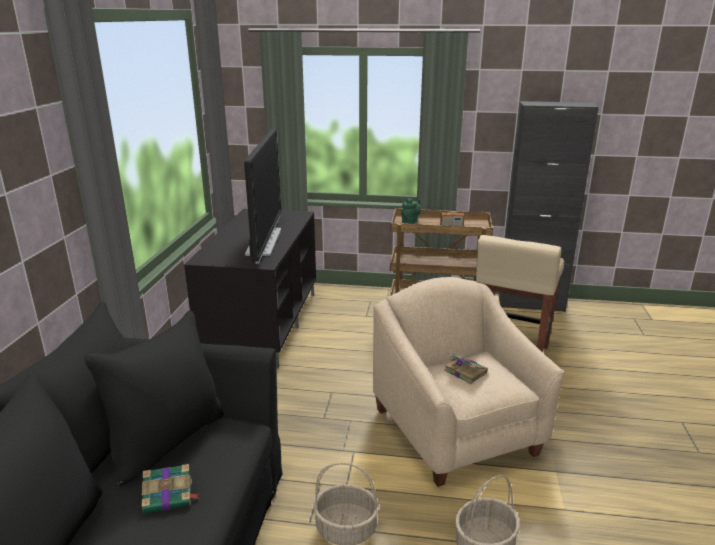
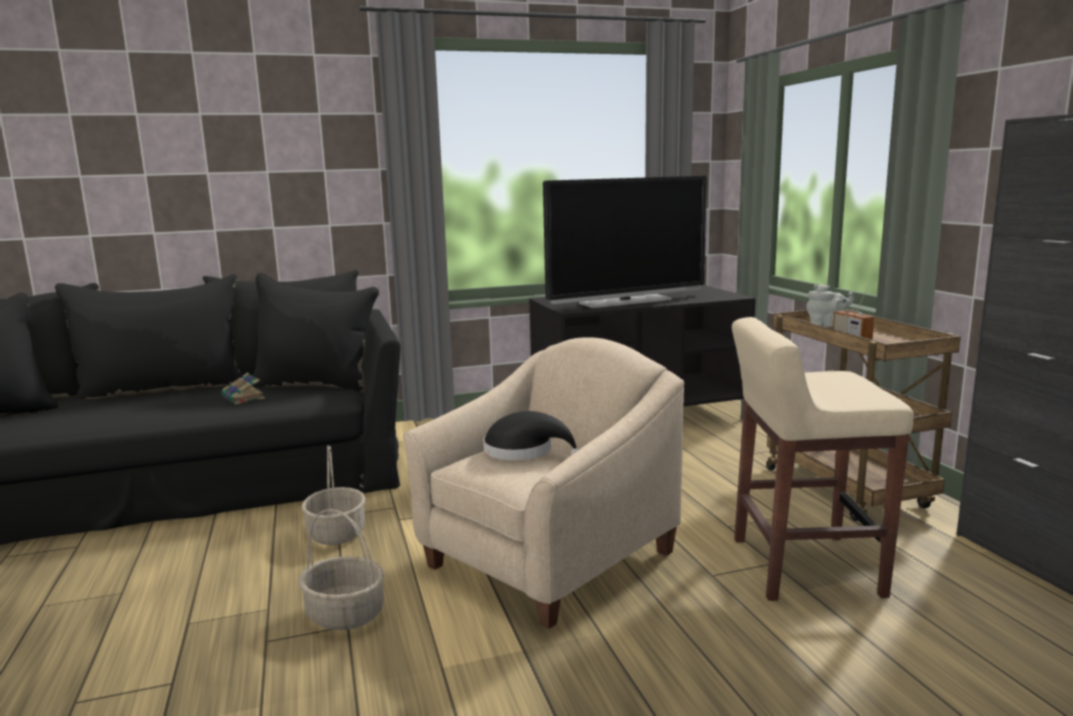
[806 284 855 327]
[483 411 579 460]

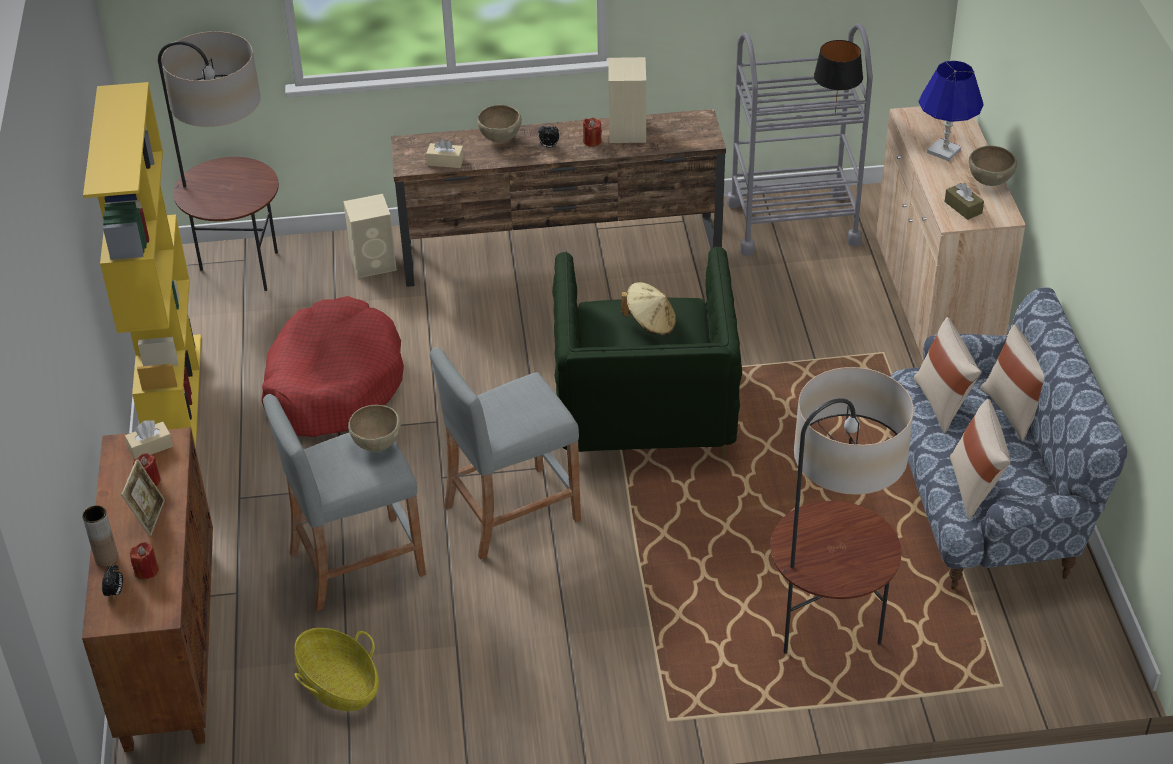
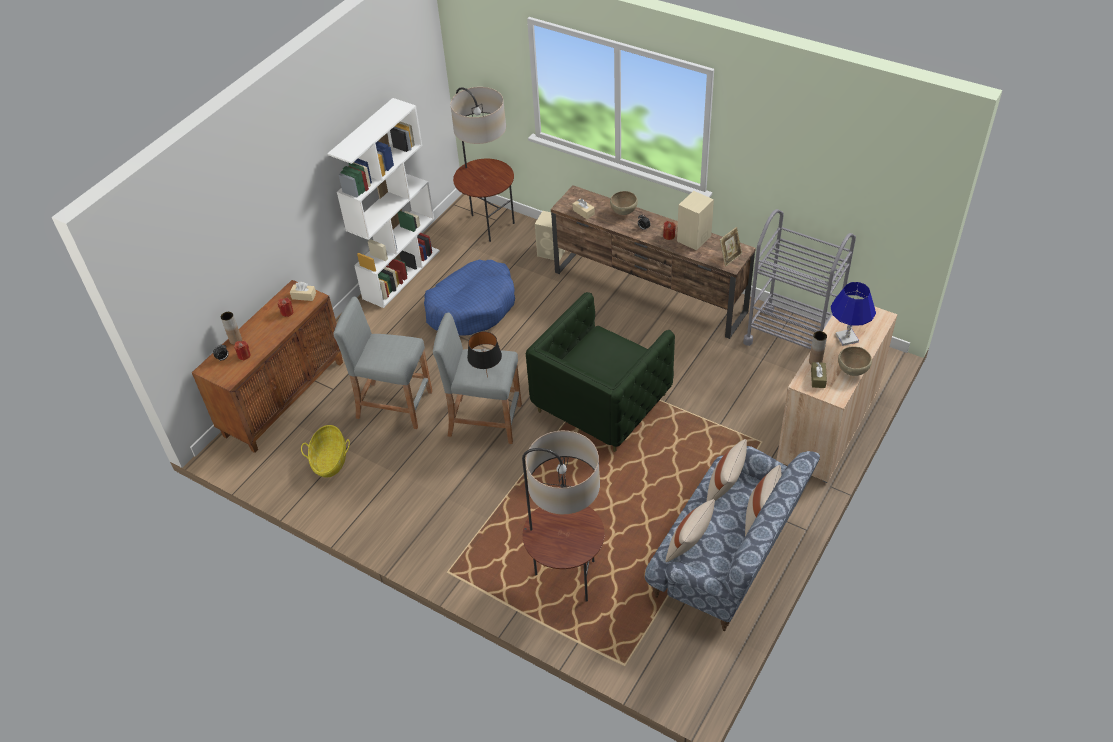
[327 98 440 308]
[720 227 742 267]
[424 260 515 335]
[348 405 401 452] (first image)
[621 282 676 336] (first image)
[467 332 502 378]
[809 331 827 365]

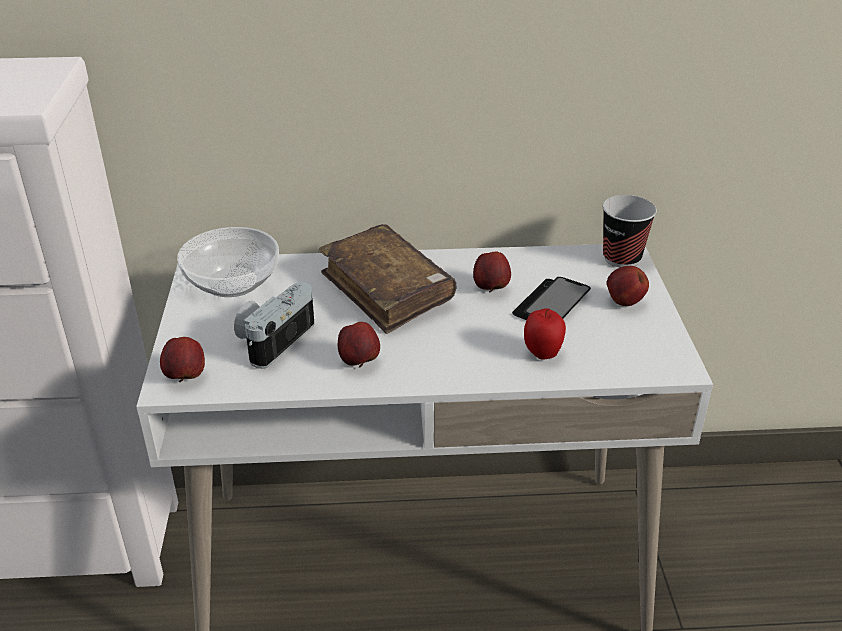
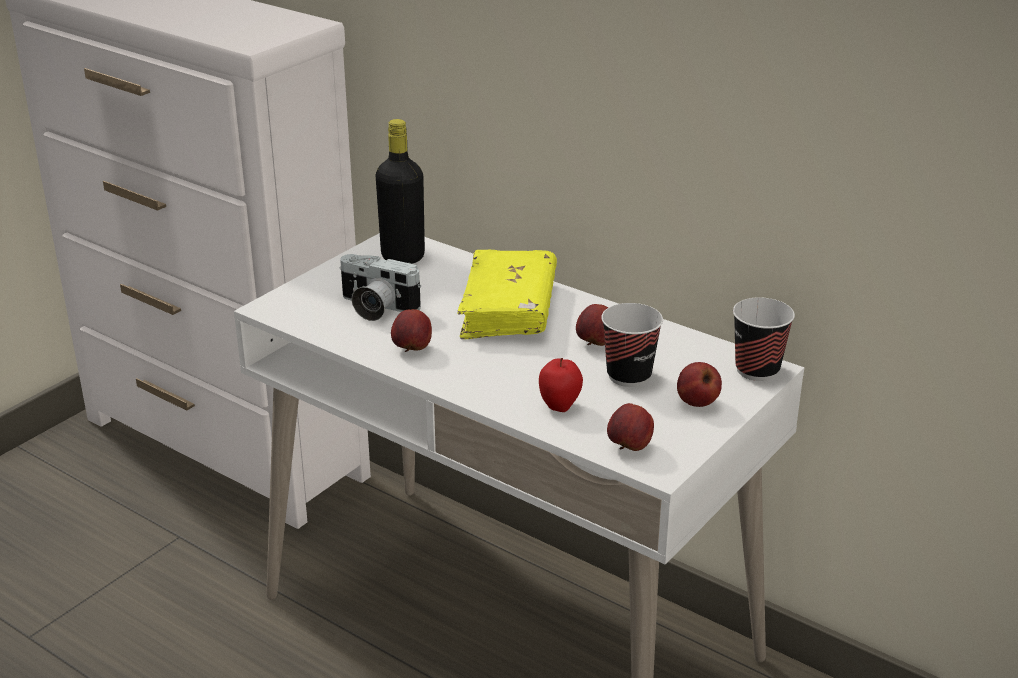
[607 403 654 451]
[376 119 425 264]
[340 254 421 321]
[458 250 557 339]
[601 303 663 387]

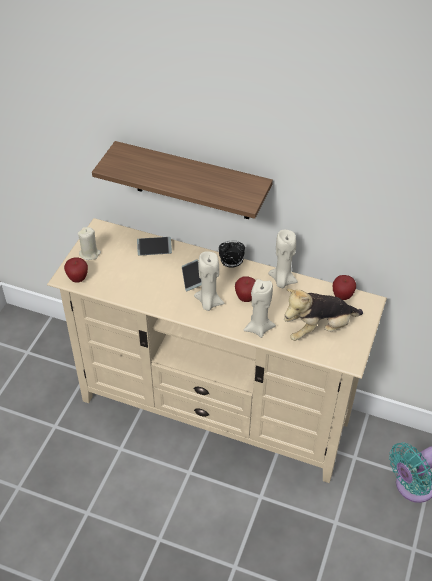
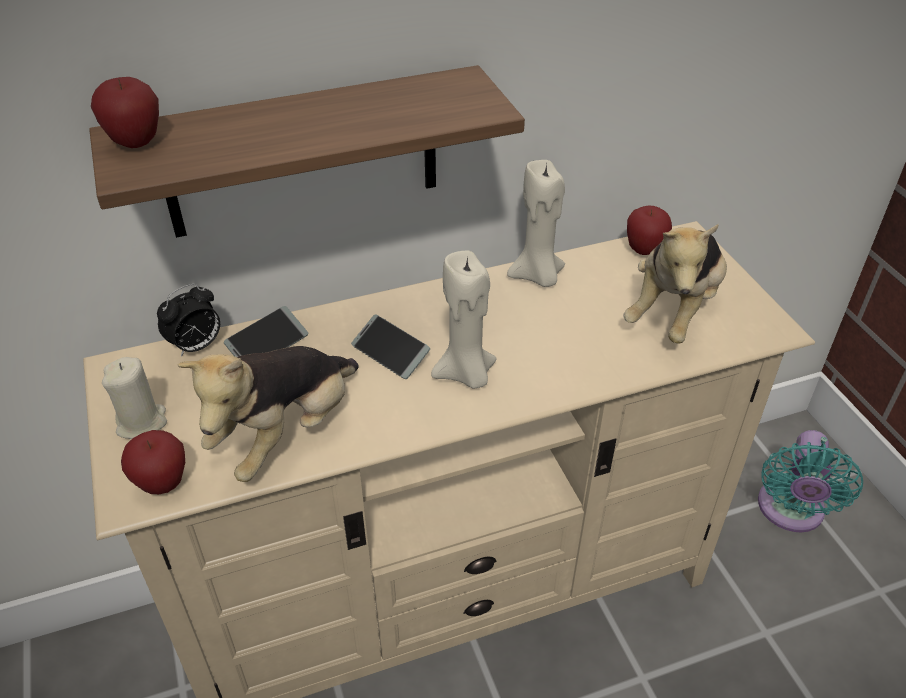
[157 283 220 357]
[91 77 159 148]
[244 279 276 338] (first image)
[177 346 359 482]

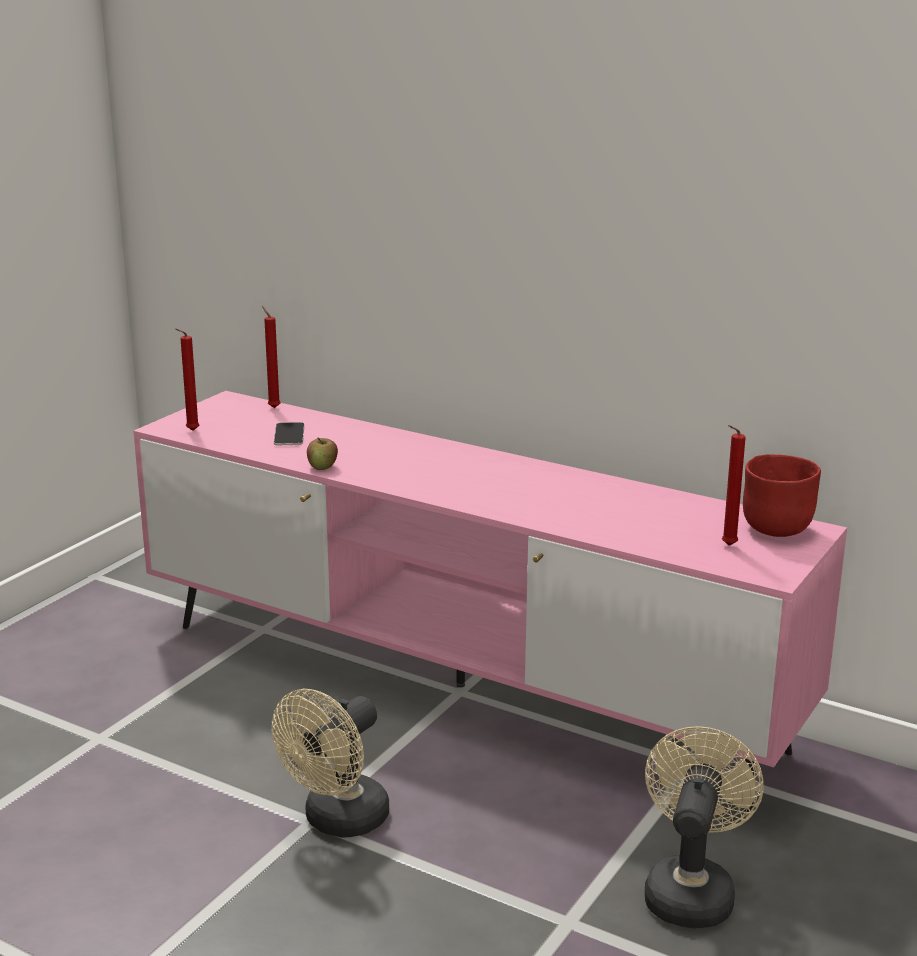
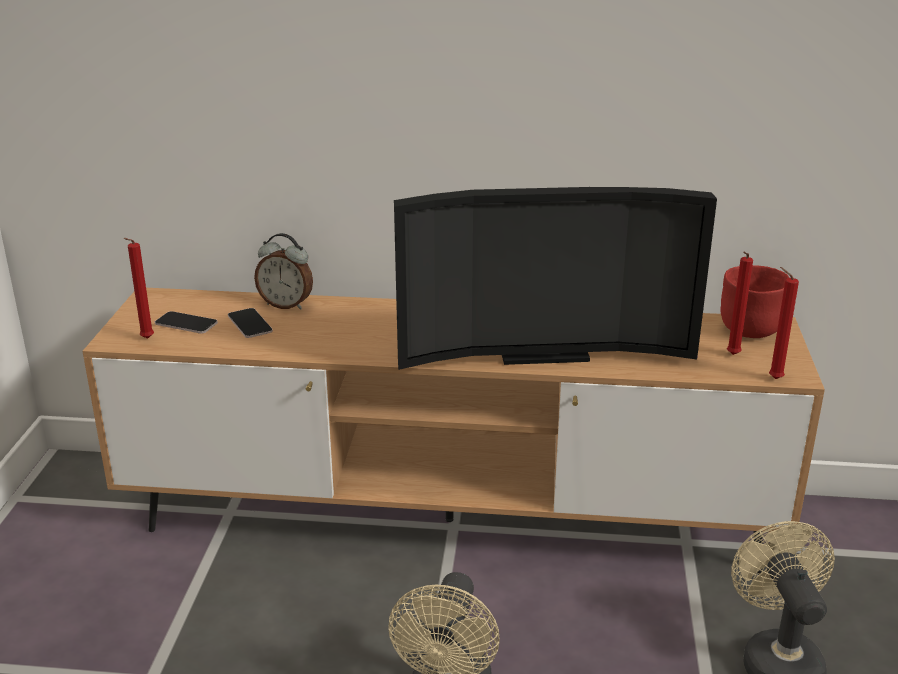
[83 288 825 573]
[769 267 799 379]
[307 438 338 470] (first image)
[155 311 218 334]
[254 233 313 310]
[394 187 717 370]

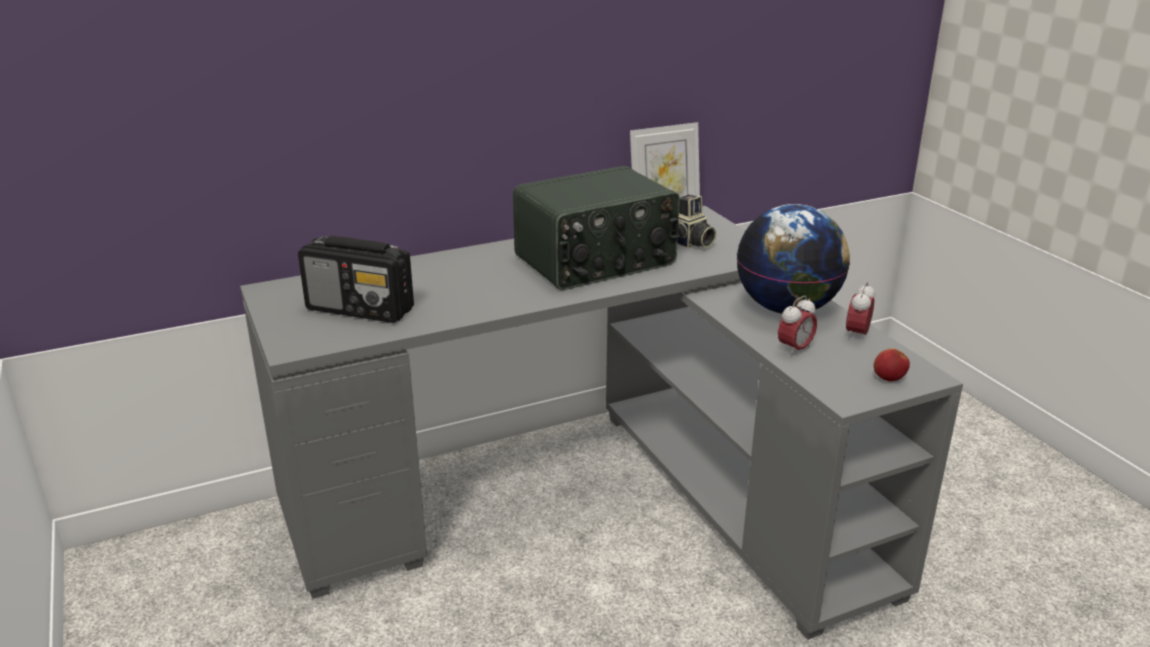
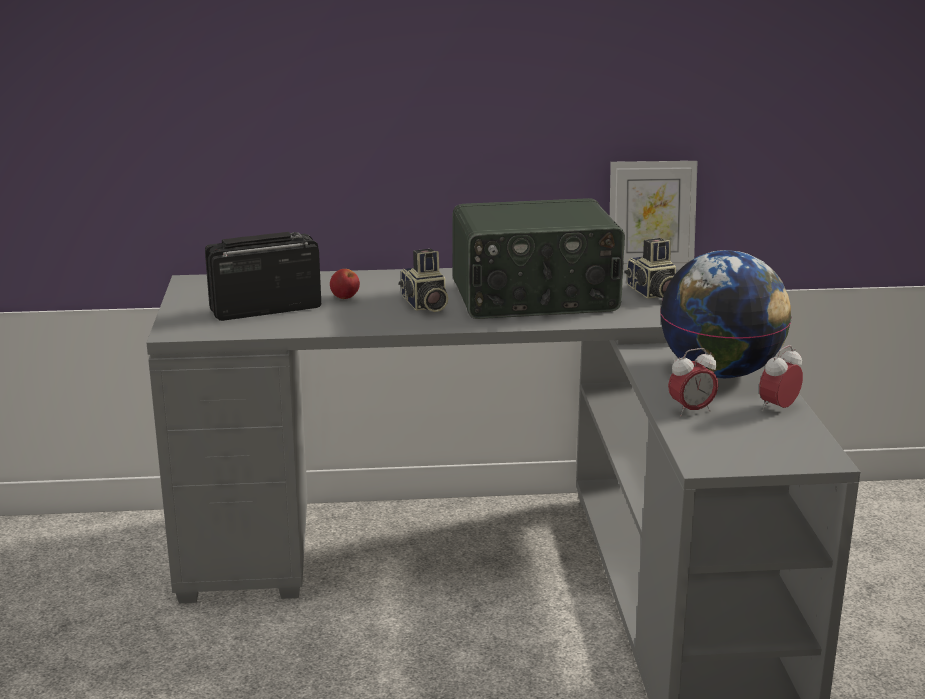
[205 232 321 321]
[330 269 360 299]
[399 249 448 312]

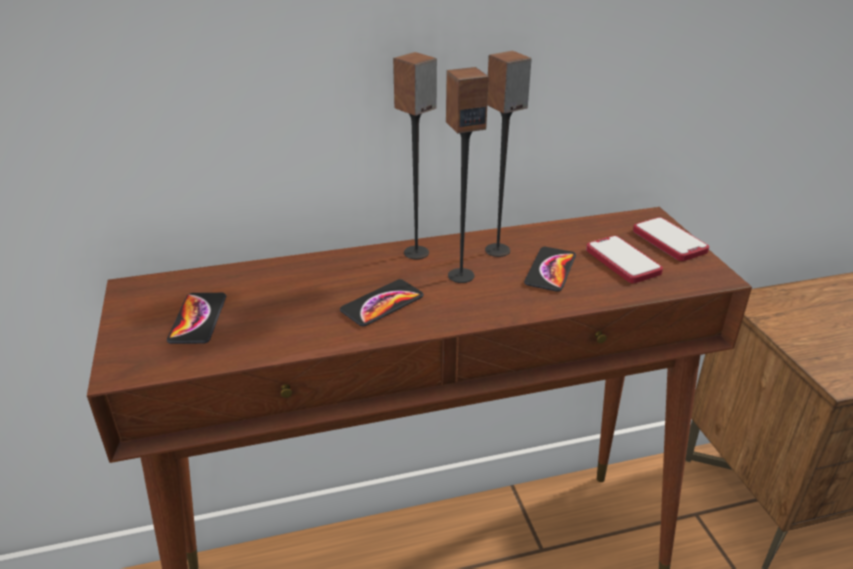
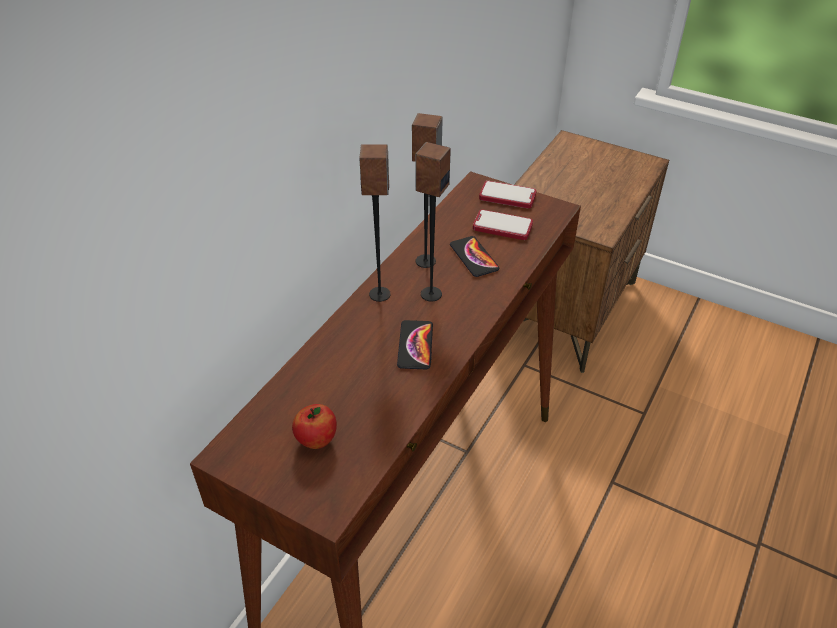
[292 404 337 449]

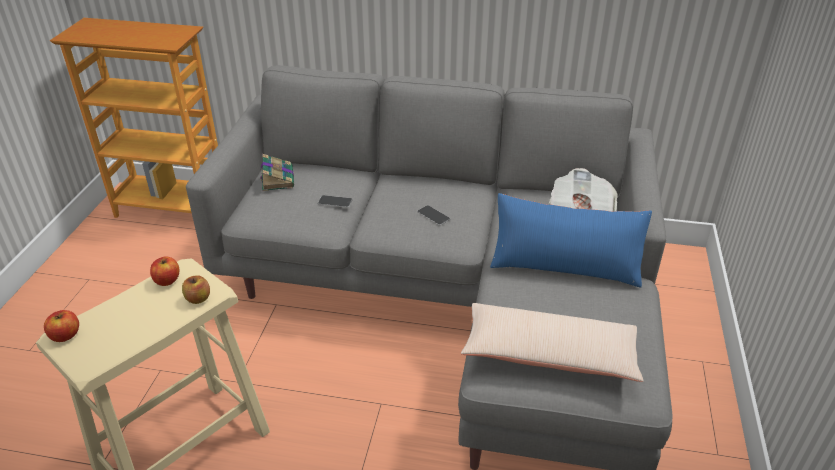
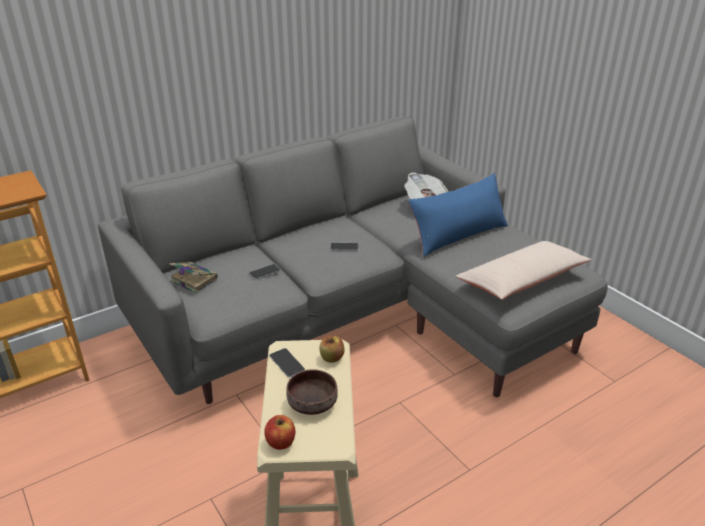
[269 348 305 378]
[286 369 338 415]

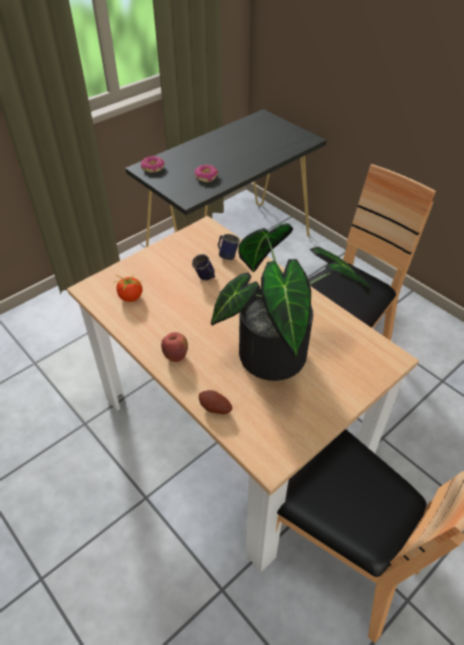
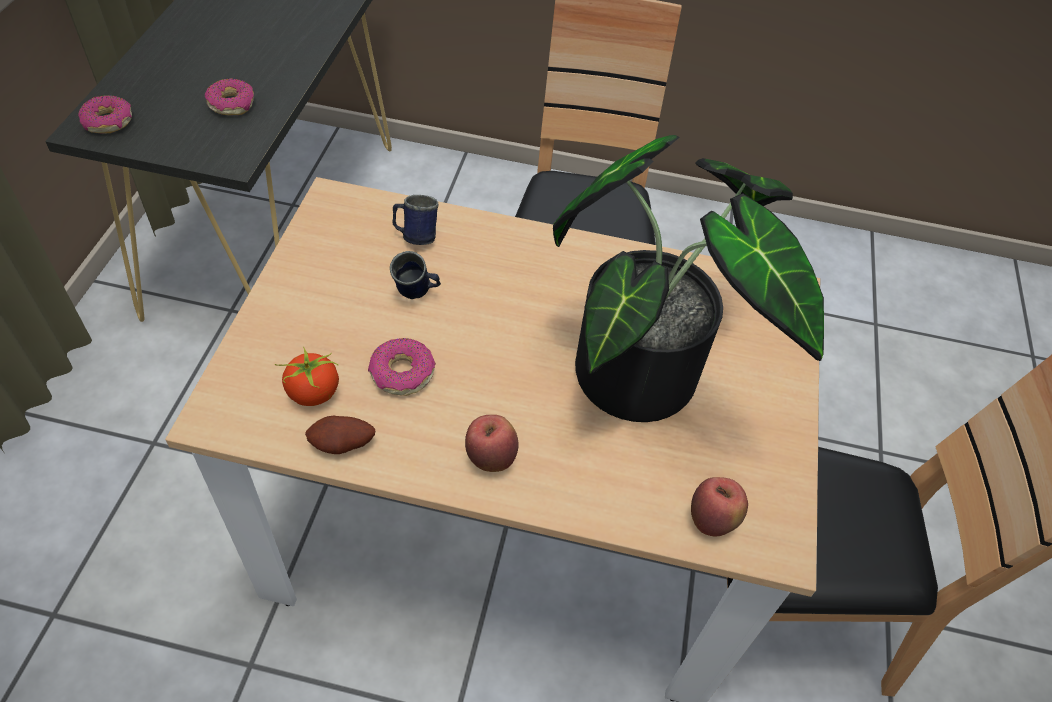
[305 416 375 454]
[368 338 436 396]
[691 477 748 536]

